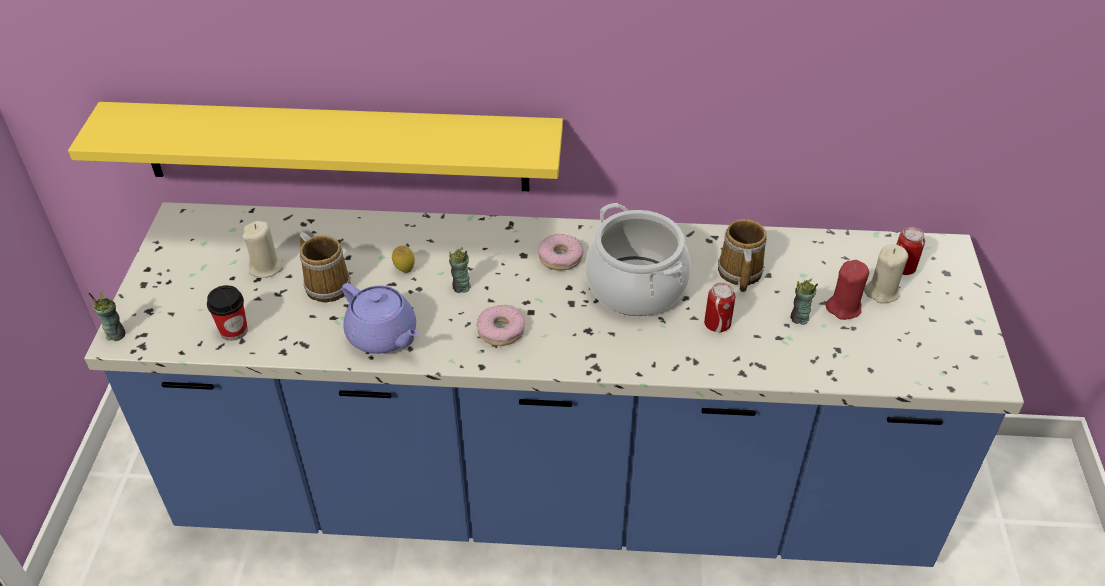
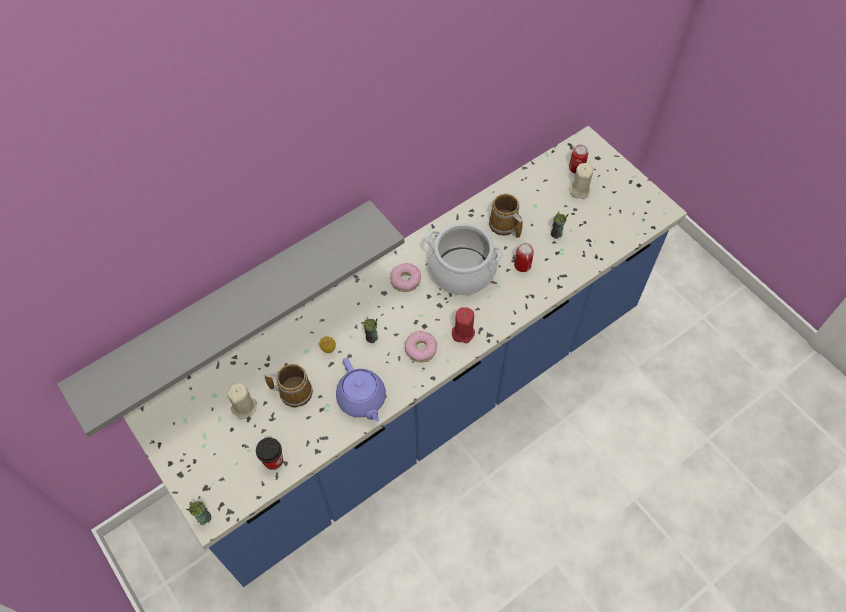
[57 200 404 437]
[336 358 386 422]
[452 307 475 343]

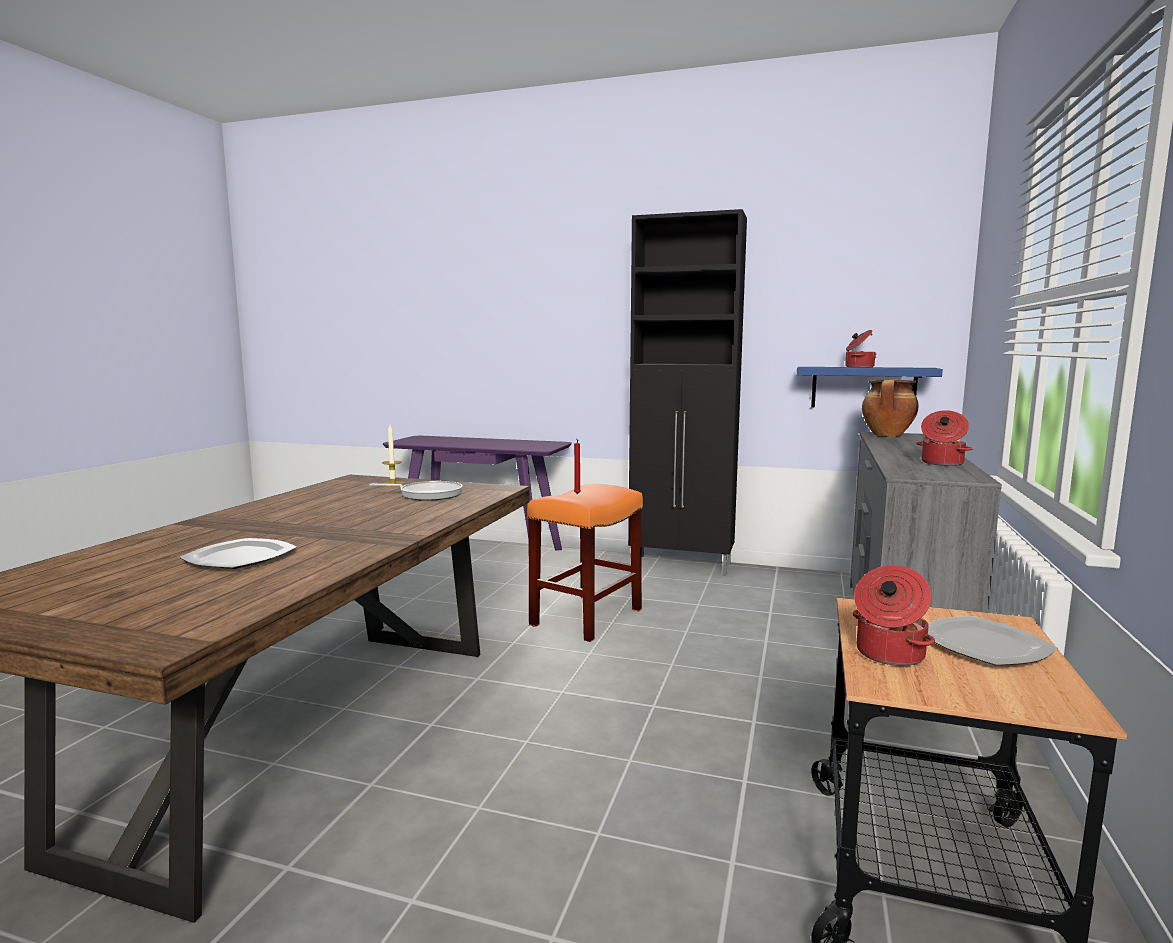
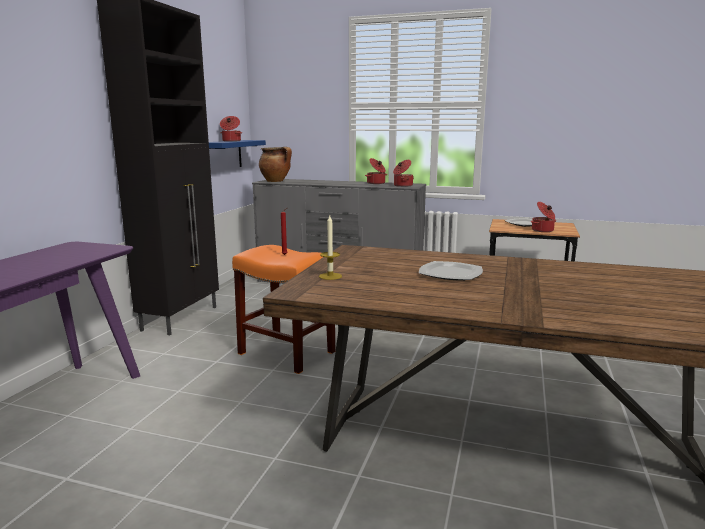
[419 261 483 281]
[369 481 463 501] (first image)
[393 160 414 187]

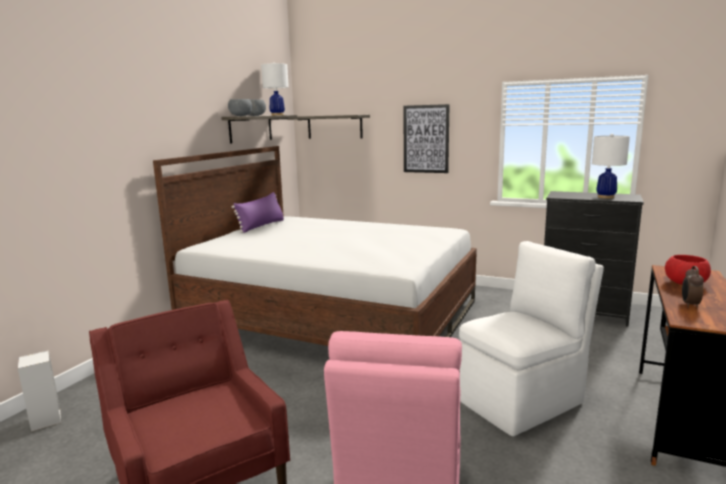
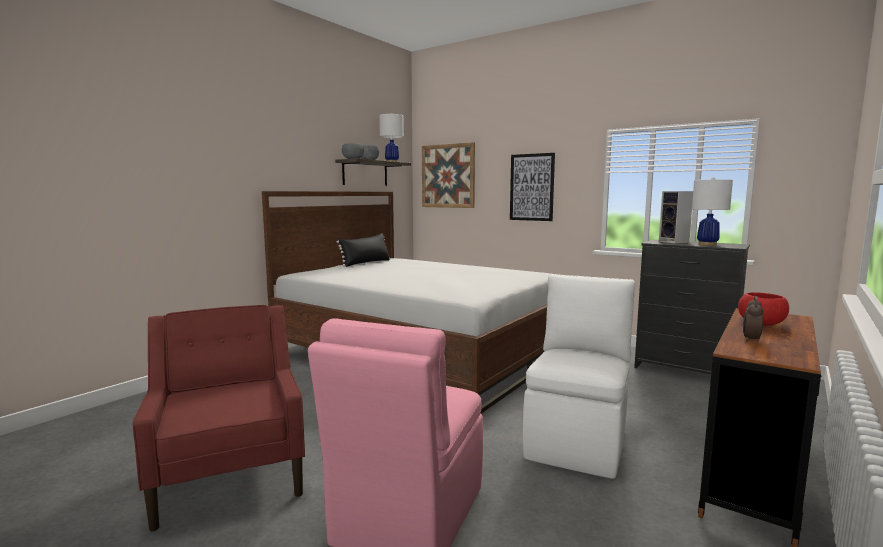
[659 191 693 243]
[337 233 390 267]
[422 142 475 208]
[523 274 635 479]

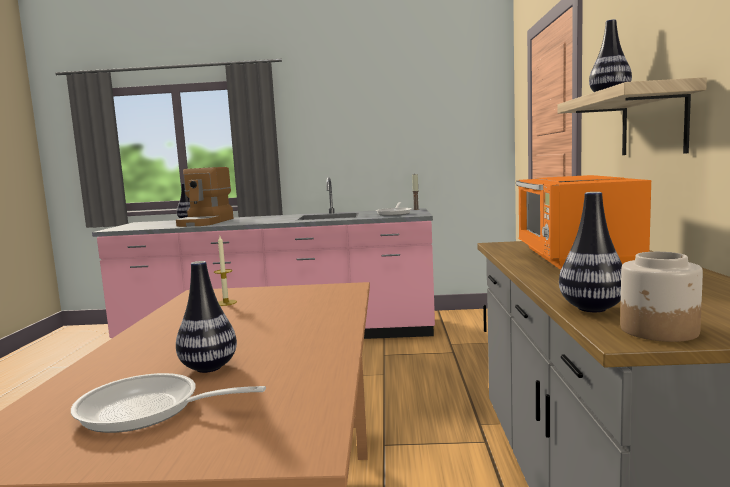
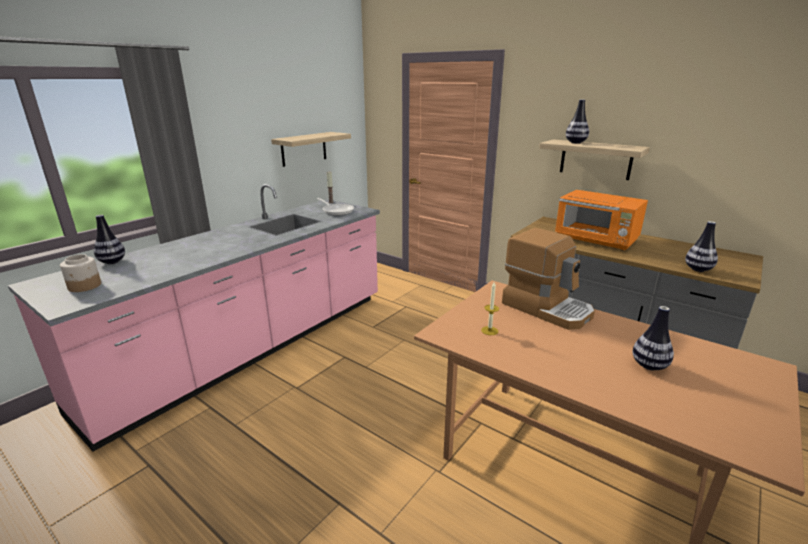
[71 373 266 433] (first image)
[502 228 595 330]
[60 254 101 292]
[271 132 351 167]

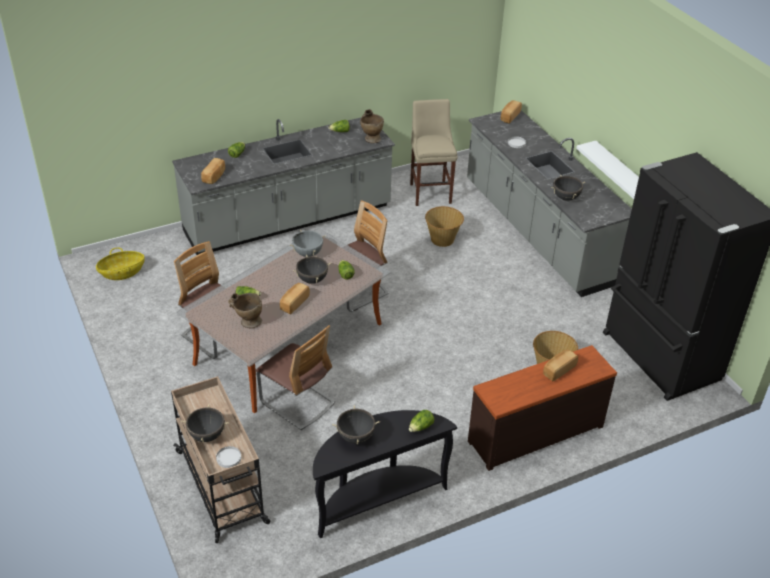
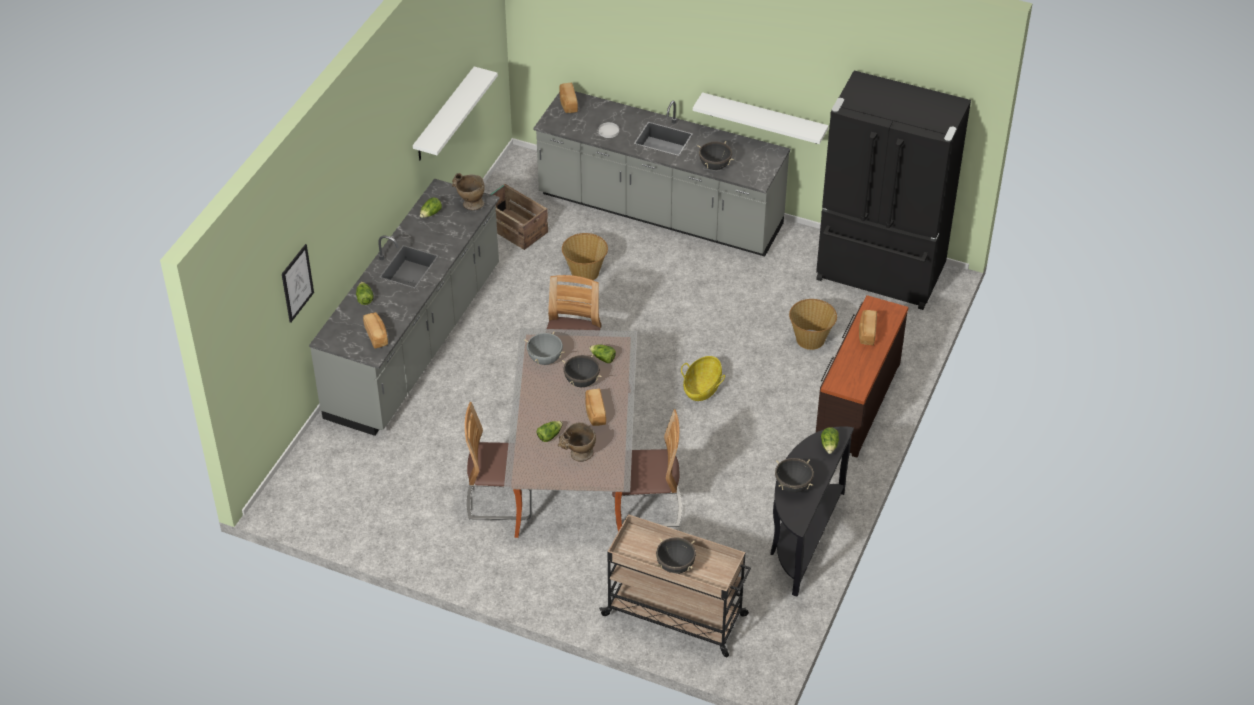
[681 356 725 401]
[216 446 241 468] (first image)
[491 184 548 250]
[282 244 314 323]
[413 66 498 160]

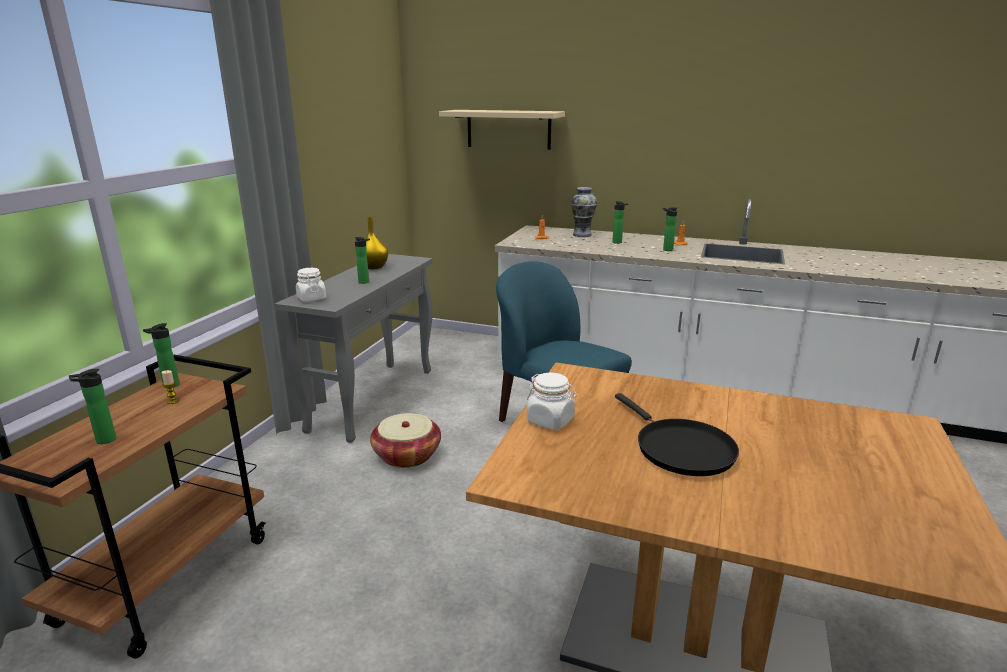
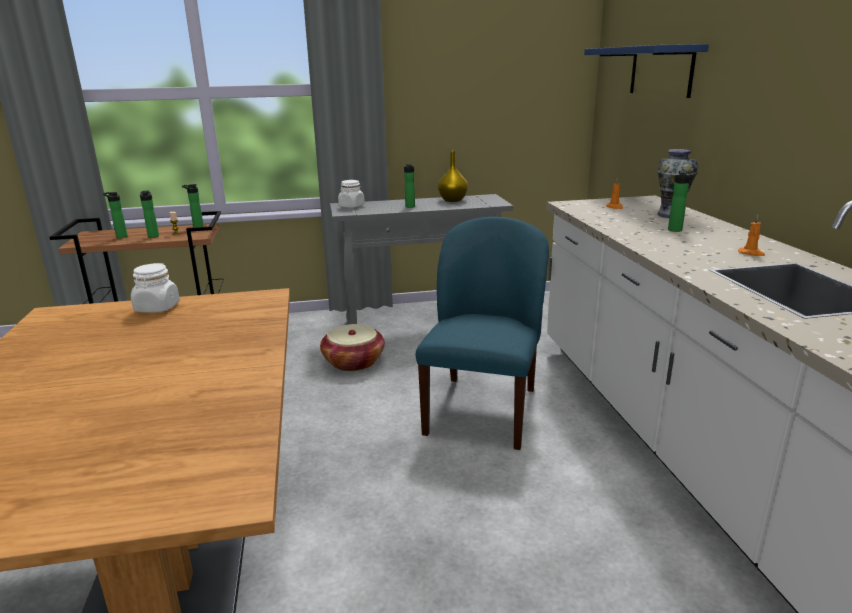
[584 44 709 98]
[615 393 739 476] (first image)
[140 191 159 238]

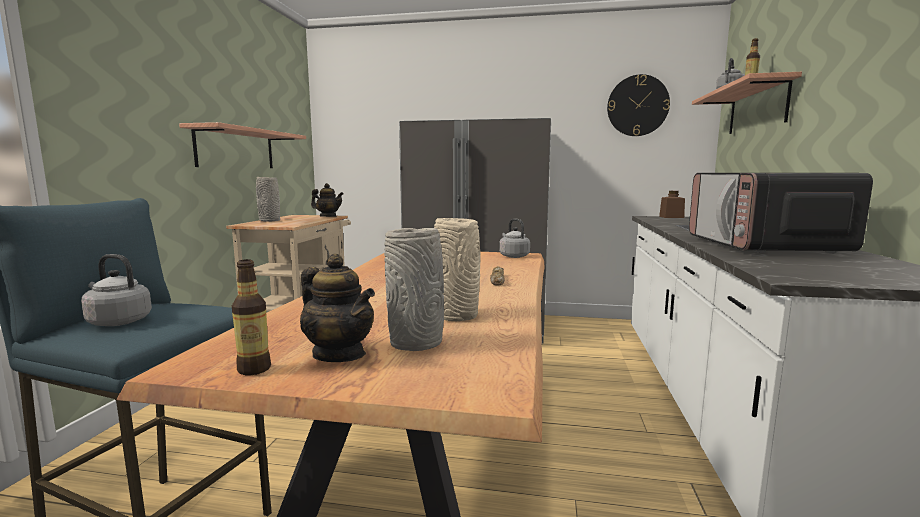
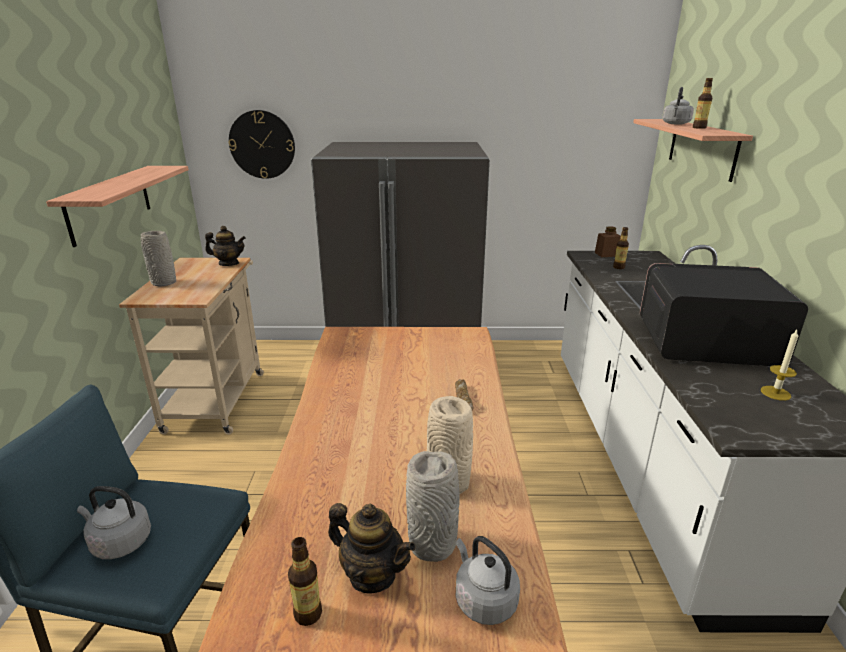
[456 536 520 625]
[228 110 295 179]
[640 263 808 366]
[613 227 629 269]
[761 330 798 401]

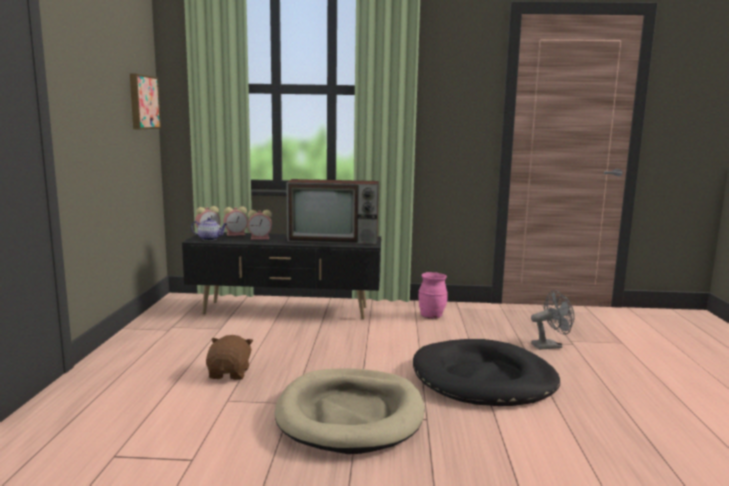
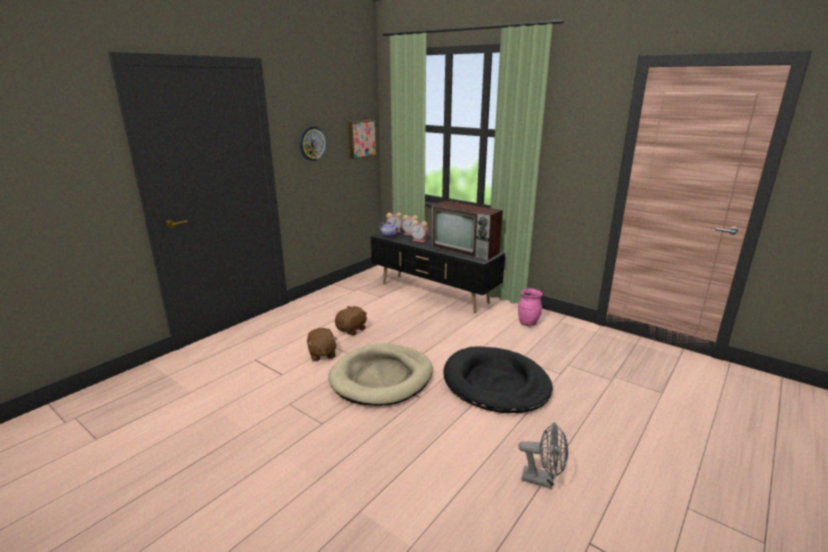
[518 422 568 489]
[299 127 327 161]
[307 328 338 361]

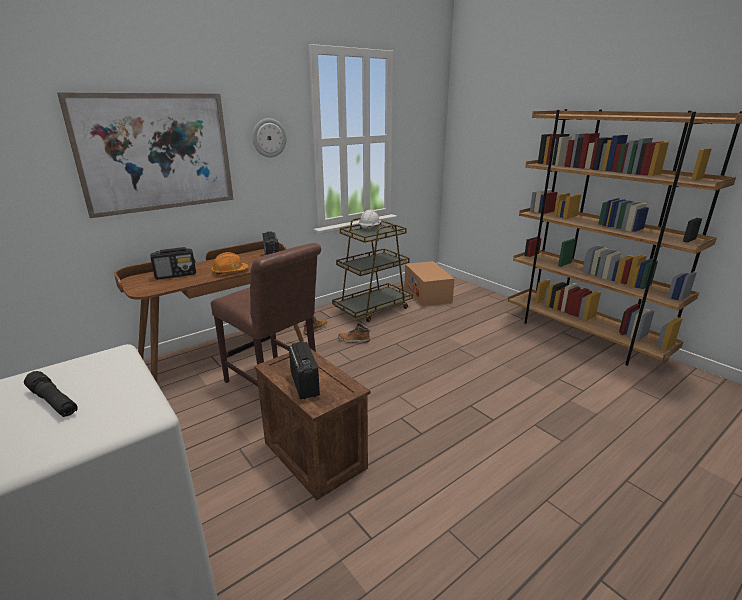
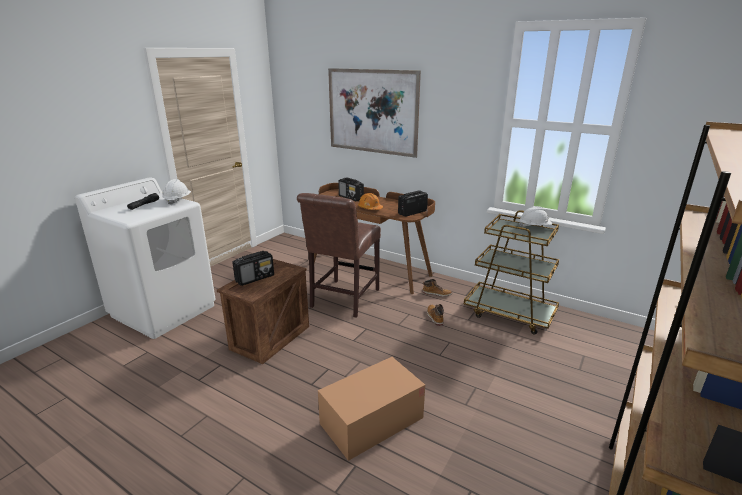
[252 118 287 158] (first image)
[318 357 425 461]
[162 179 191 205]

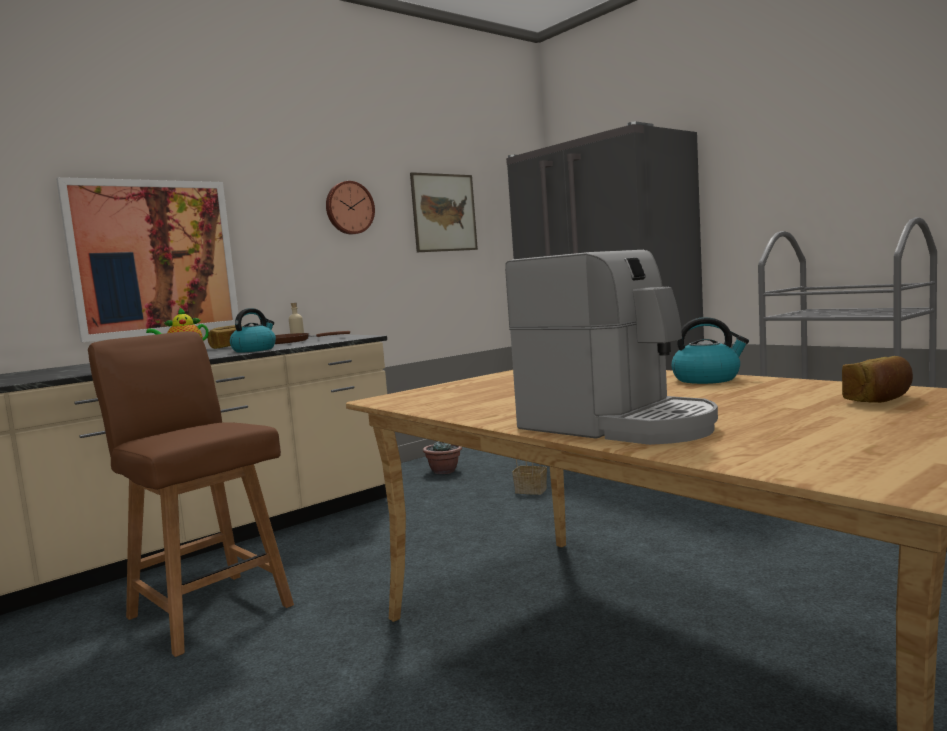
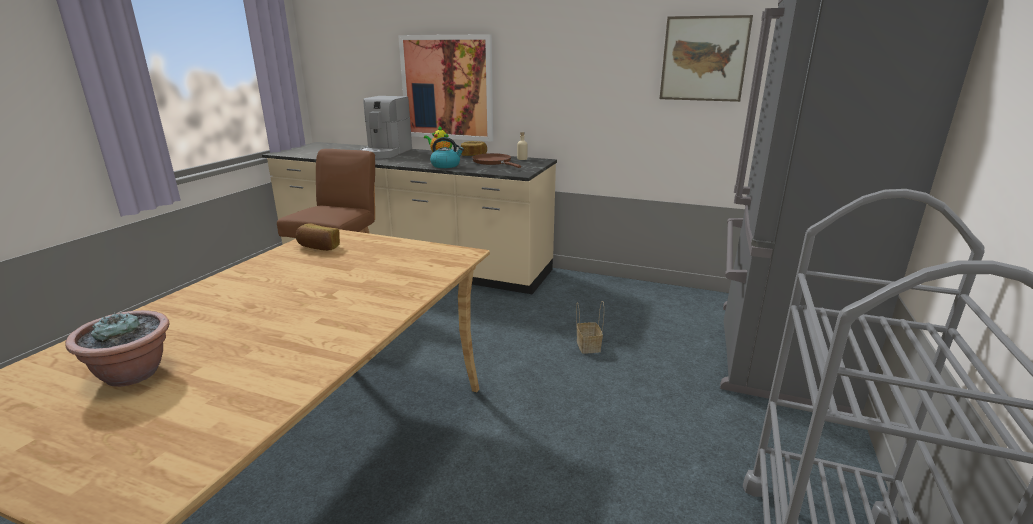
[326 181 375 234] (first image)
[65 310 170 387]
[360 96 412 159]
[671 317 749 384] (first image)
[296 223 340 251]

